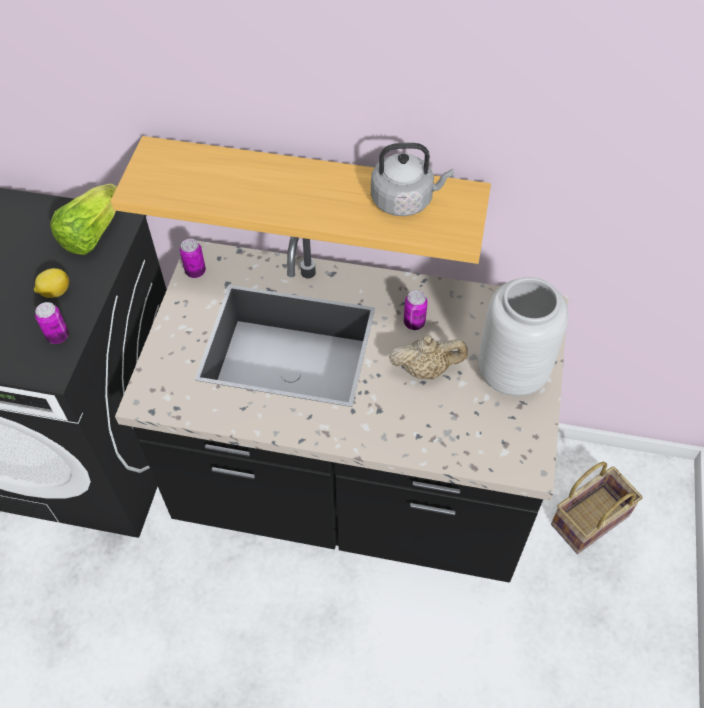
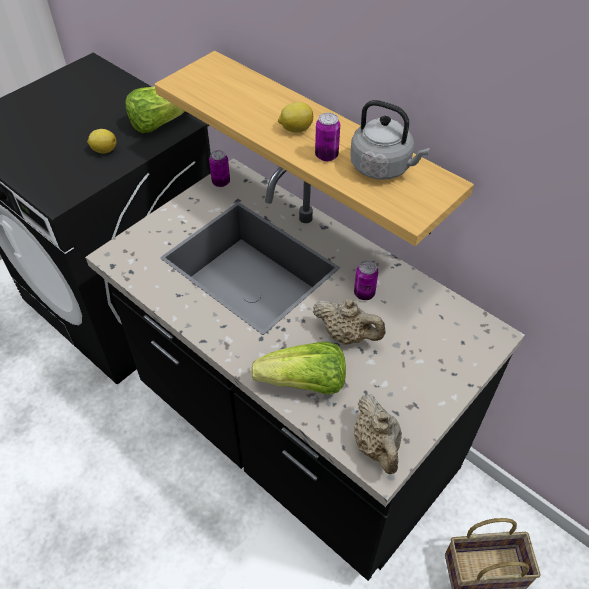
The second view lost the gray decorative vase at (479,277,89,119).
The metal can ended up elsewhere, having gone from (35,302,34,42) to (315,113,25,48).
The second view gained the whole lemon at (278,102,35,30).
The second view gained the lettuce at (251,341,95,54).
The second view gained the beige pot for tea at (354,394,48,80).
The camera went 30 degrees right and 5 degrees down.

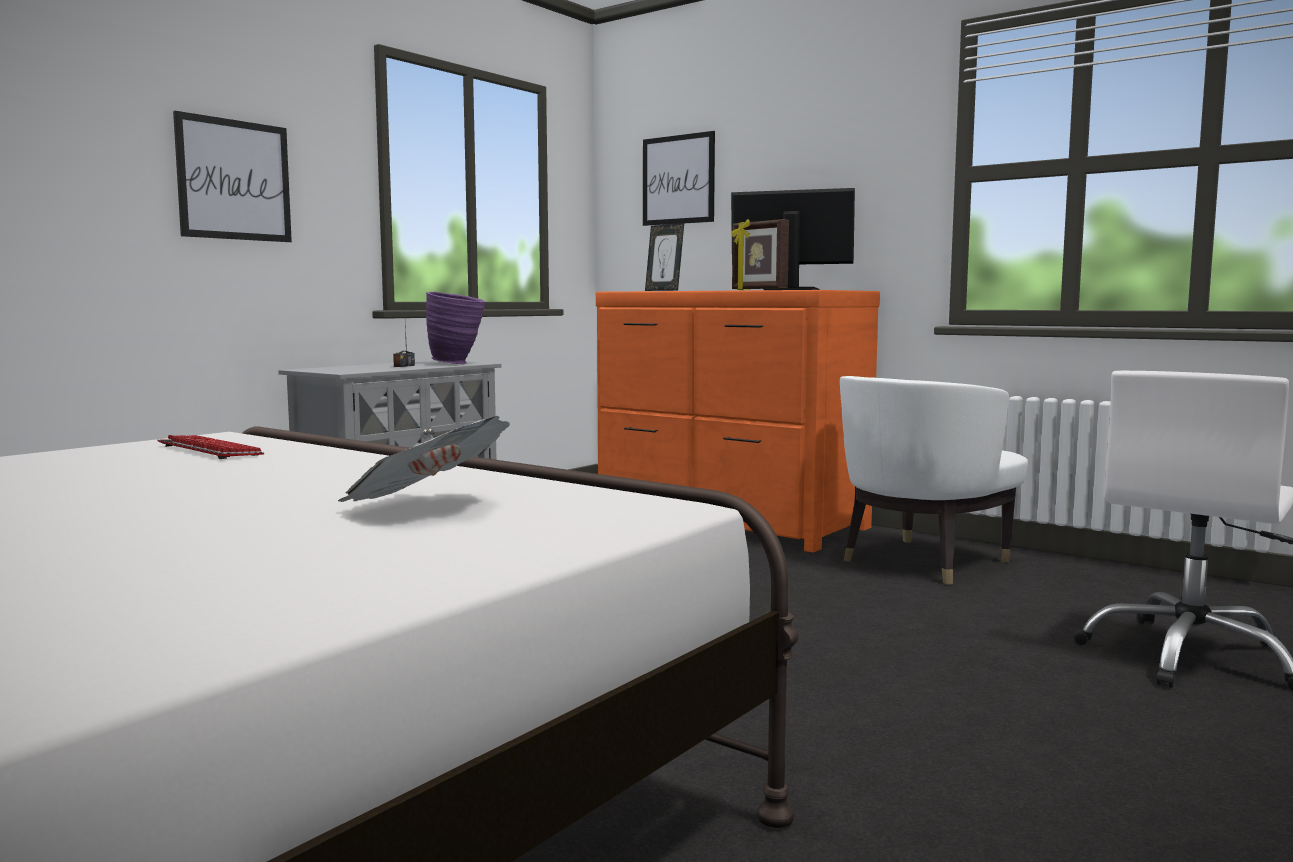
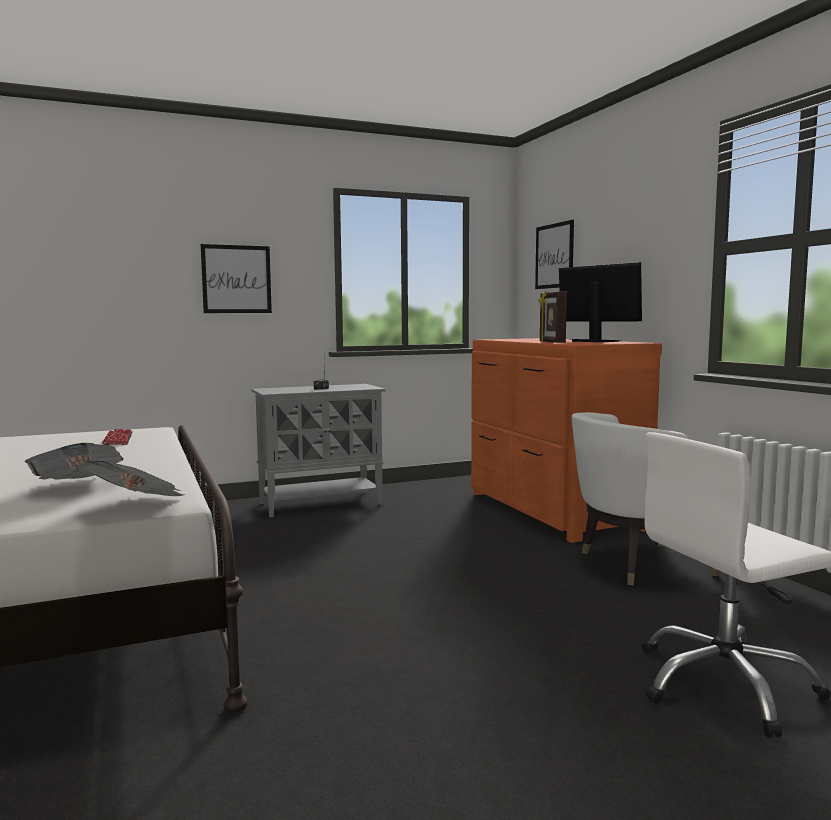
The second view lost the standing frame at (645,223,39,68).
The second view lost the purple-coloured decorative vase at (426,292,60,72).
The second view gained the daily paper at (74,461,110,35).
The camera went 30 degrees right and 0 degrees up.

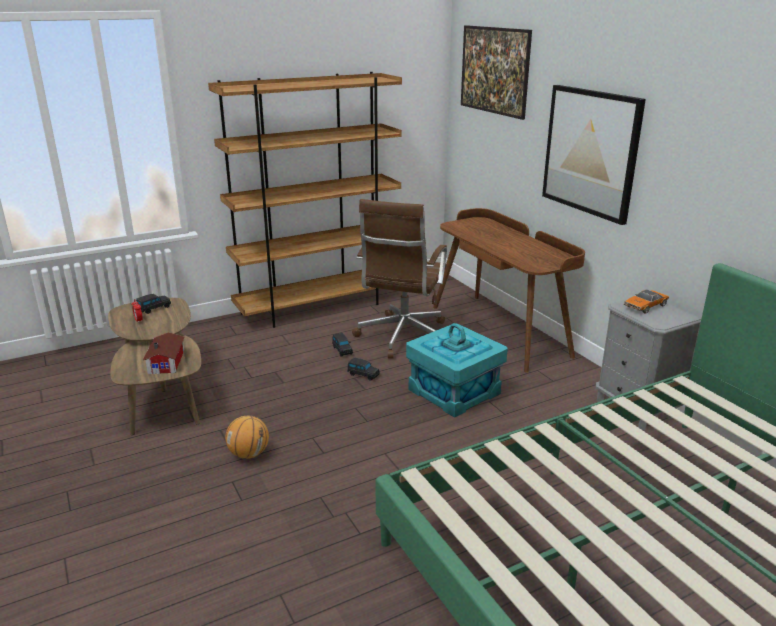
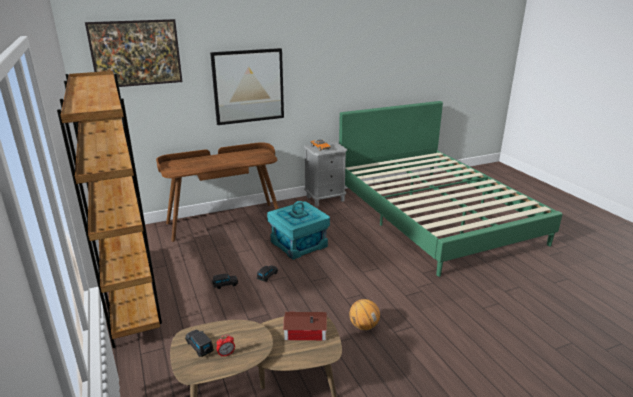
The second view lost the brown office chair at (352,199,95,160).
The camera went 85 degrees left and 0 degrees up.

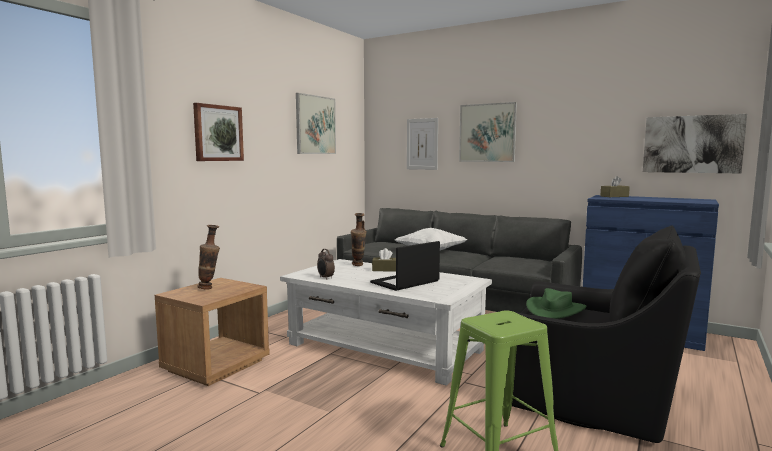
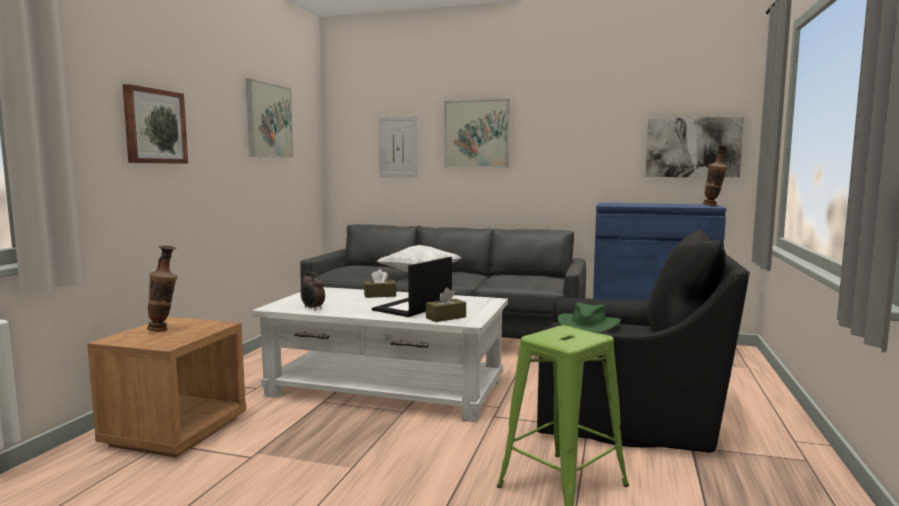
The brown box of tissues ended up elsewhere, having gone from (600,176,30,21) to (426,288,40,34).
The decorative vase ended up elsewhere, having gone from (351,213,16,53) to (703,144,26,62).
The camera went 15 degrees left and 0 degrees up.

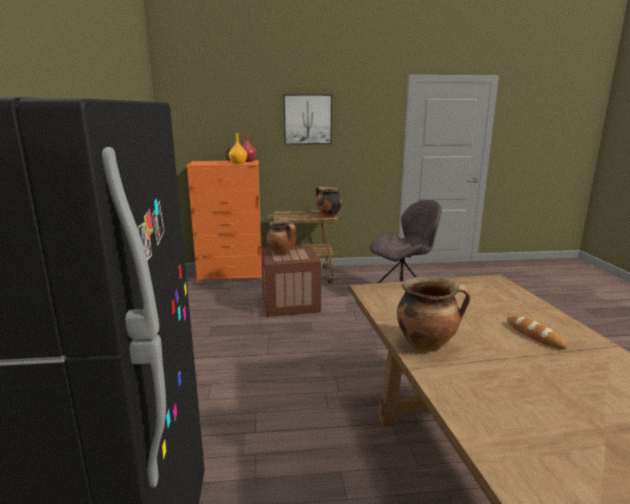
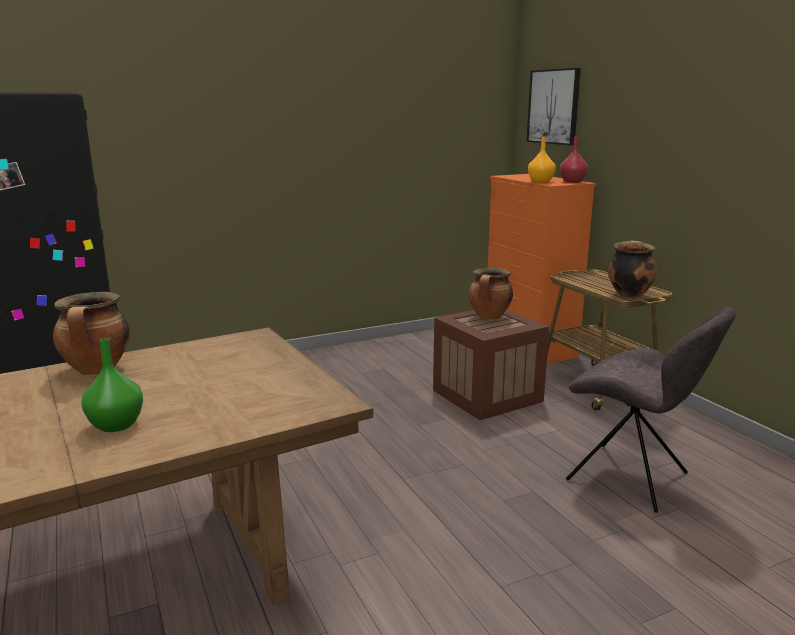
The picture ended up elsewhere, having gone from (284,94,48,51) to (527,68,54,77).
Where the bread stood at (507,316,60,33), the green decorative vase came to stand at (82,338,61,94).
The camera went 70 degrees right and 0 degrees up.

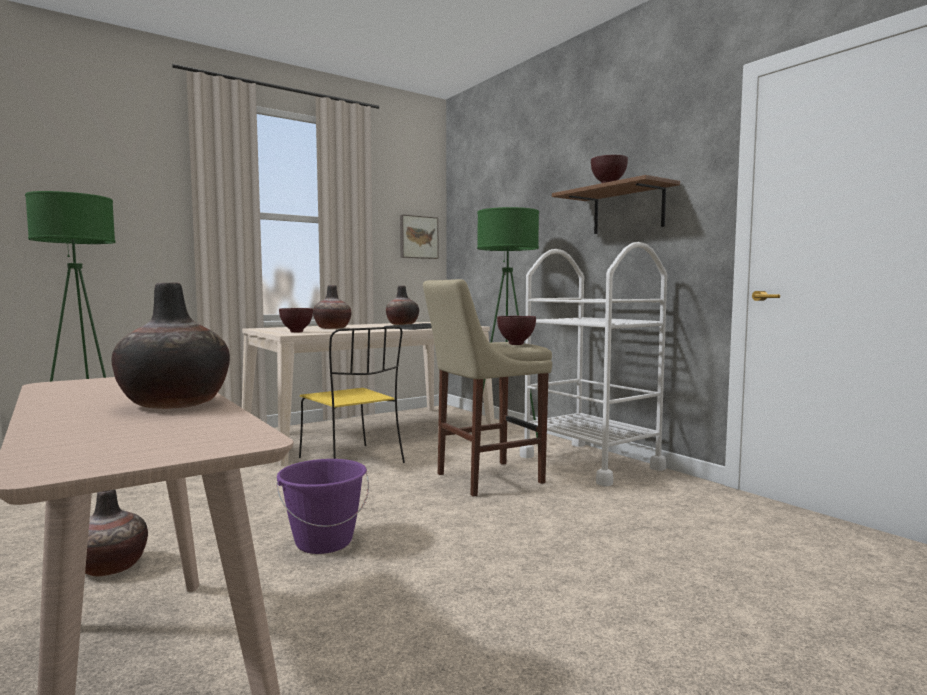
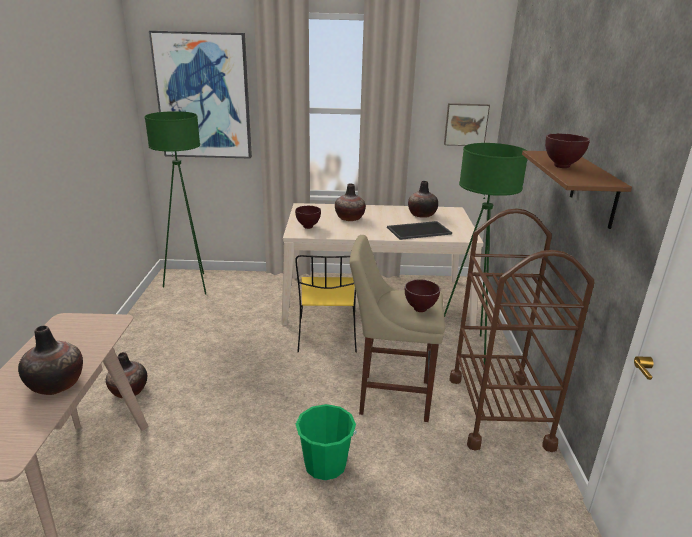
What was the whitish cart at (520,242,147,244) turned into the brown cart at (449,208,145,244).
The second view lost the purple-coloured water bucket at (276,459,93,95).
The second view gained the picture at (149,30,103,128).
The second view gained the green water bucket at (296,404,61,76).
The camera went 35 degrees right and 20 degrees up.

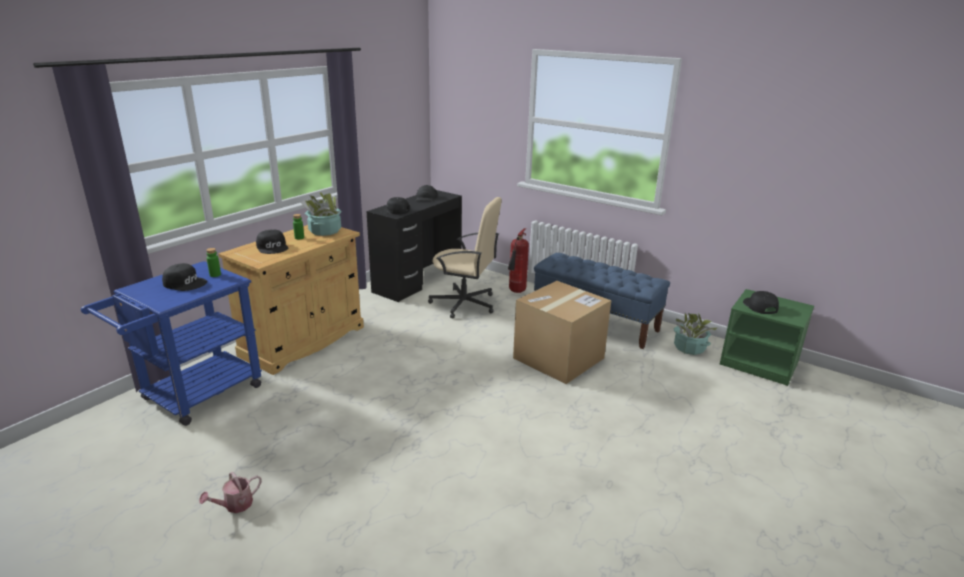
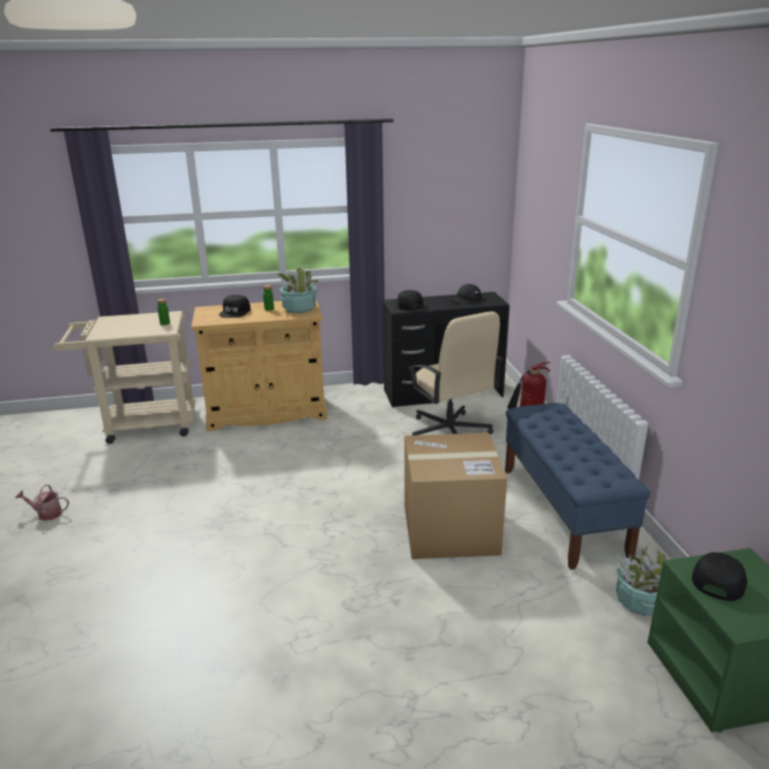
What was the blue cart at (81,261,181,165) turned into the beige cart at (53,311,143,133).
The second view lost the black-coloured cap at (162,263,45,28).
The camera went 45 degrees right and 0 degrees up.

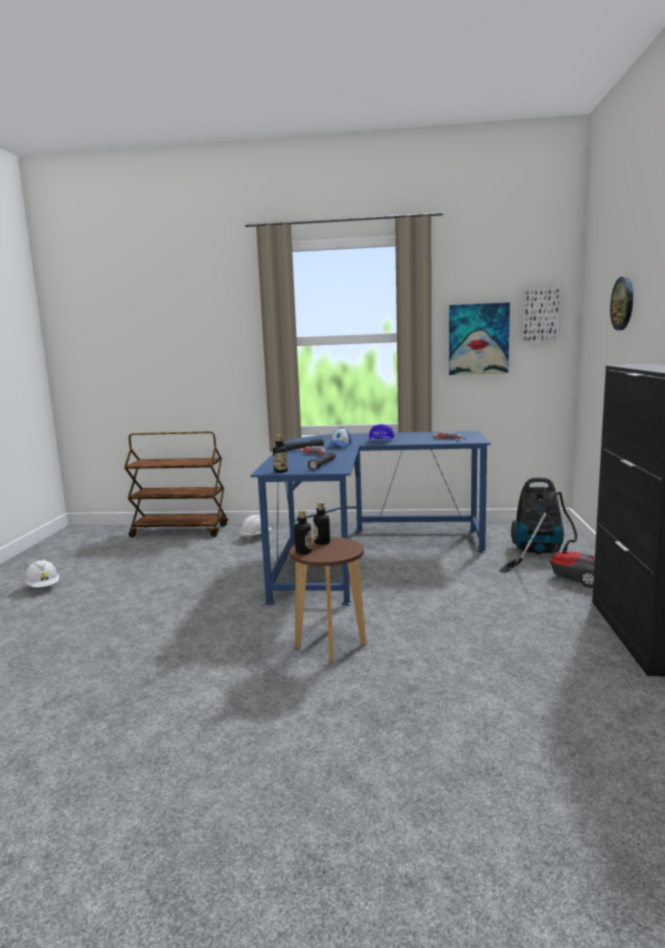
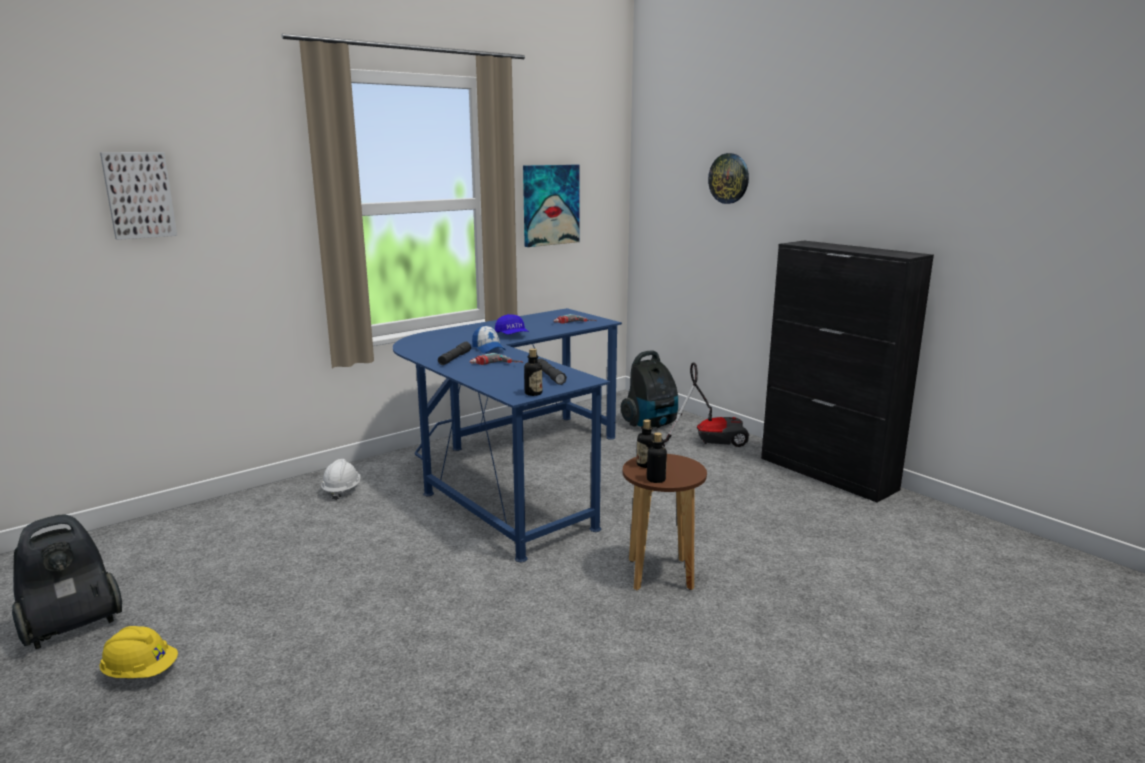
The picture ended up elsewhere, having gone from (522,288,39,55) to (100,152,77,88).
The second view lost the brown cart at (124,431,104,106).
What was the whitish safety helmet at (25,559,34,28) turned into the yellowish safety helmet at (99,626,79,52).
The second view gained the vacuum at (12,514,110,135).
The camera went 45 degrees left and 5 degrees up.

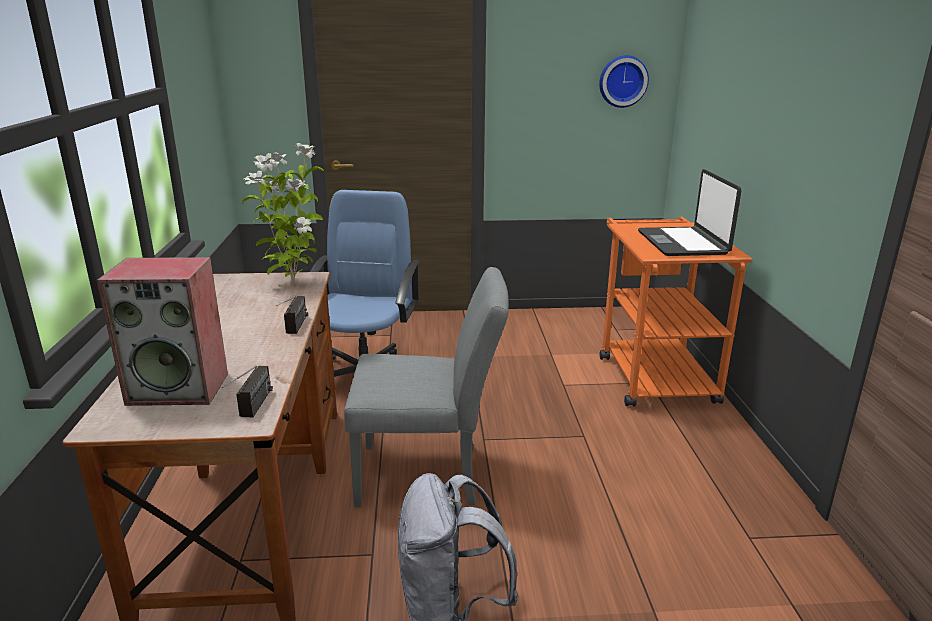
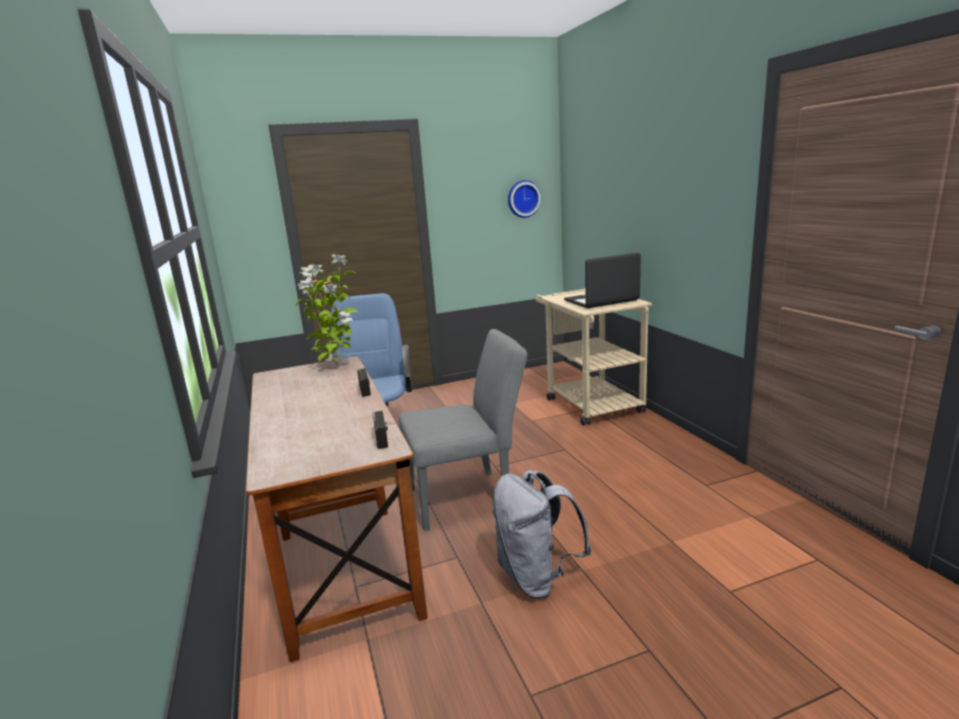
The laptop at (638,169,103,87) ended up facing another way, 90 degrees clockwise from before.
What was the orangey cart at (600,217,152,189) turned into the beige cart at (535,288,117,138).
The second view lost the speaker at (97,257,131,149).
The camera went 15 degrees left and 5 degrees down.

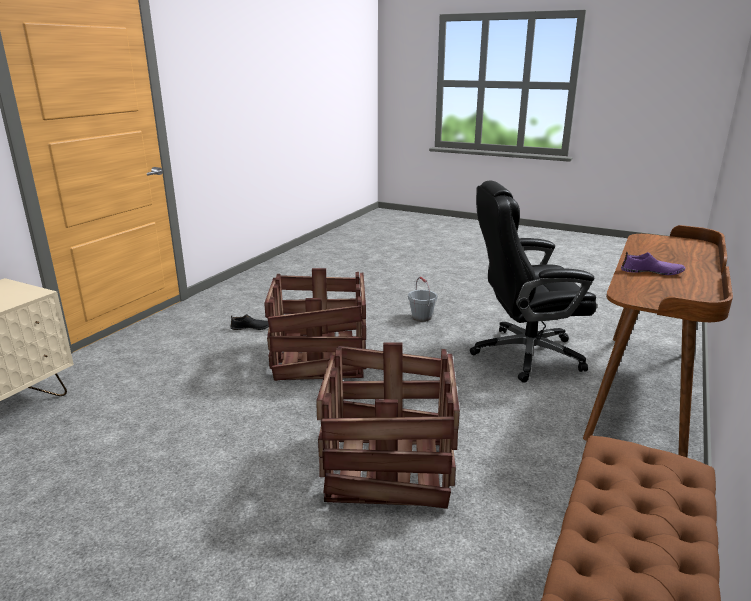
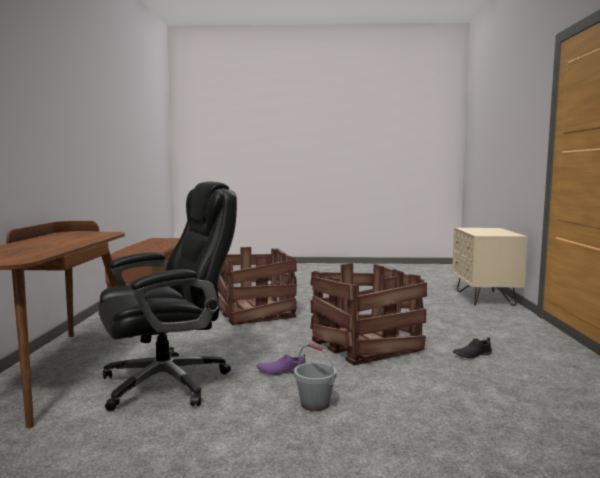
The purple-coloured low shoe ended up elsewhere, having gone from (621,252,64,23) to (257,354,49,21).
The camera went 155 degrees right and 15 degrees down.

